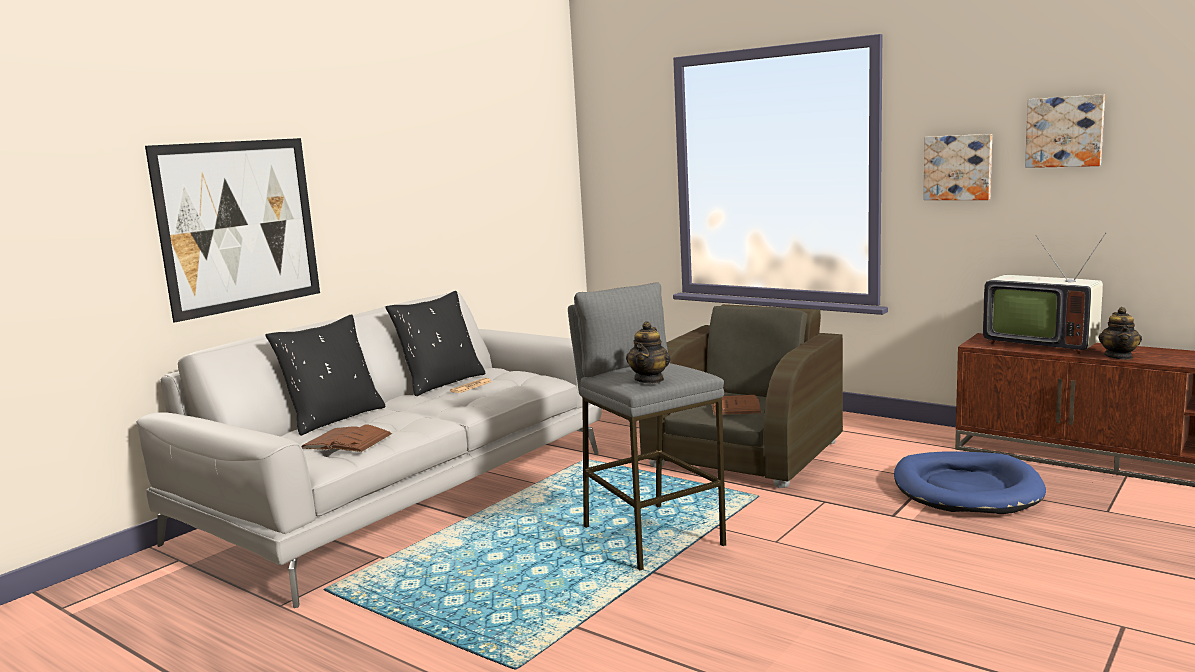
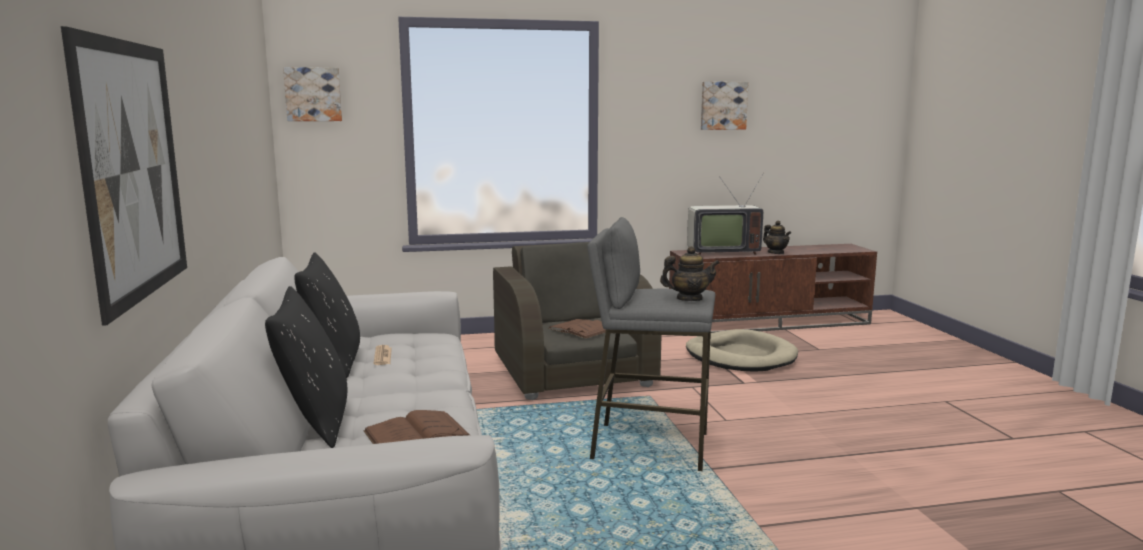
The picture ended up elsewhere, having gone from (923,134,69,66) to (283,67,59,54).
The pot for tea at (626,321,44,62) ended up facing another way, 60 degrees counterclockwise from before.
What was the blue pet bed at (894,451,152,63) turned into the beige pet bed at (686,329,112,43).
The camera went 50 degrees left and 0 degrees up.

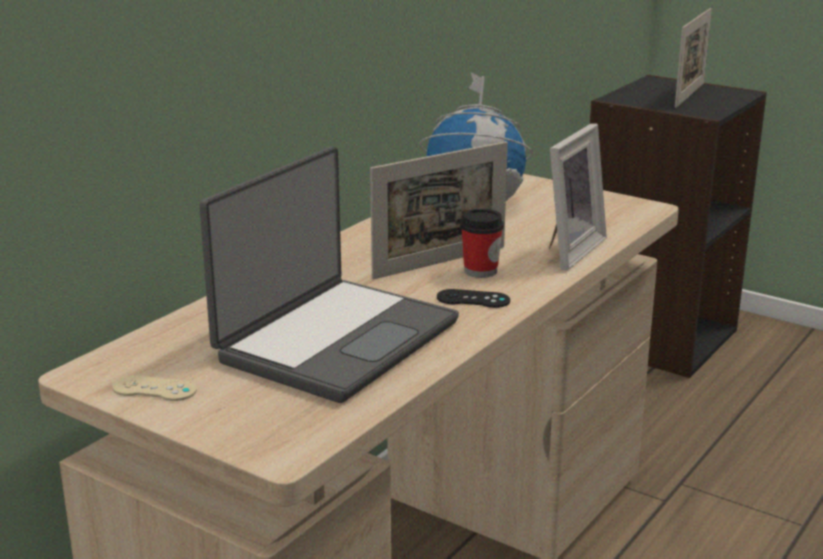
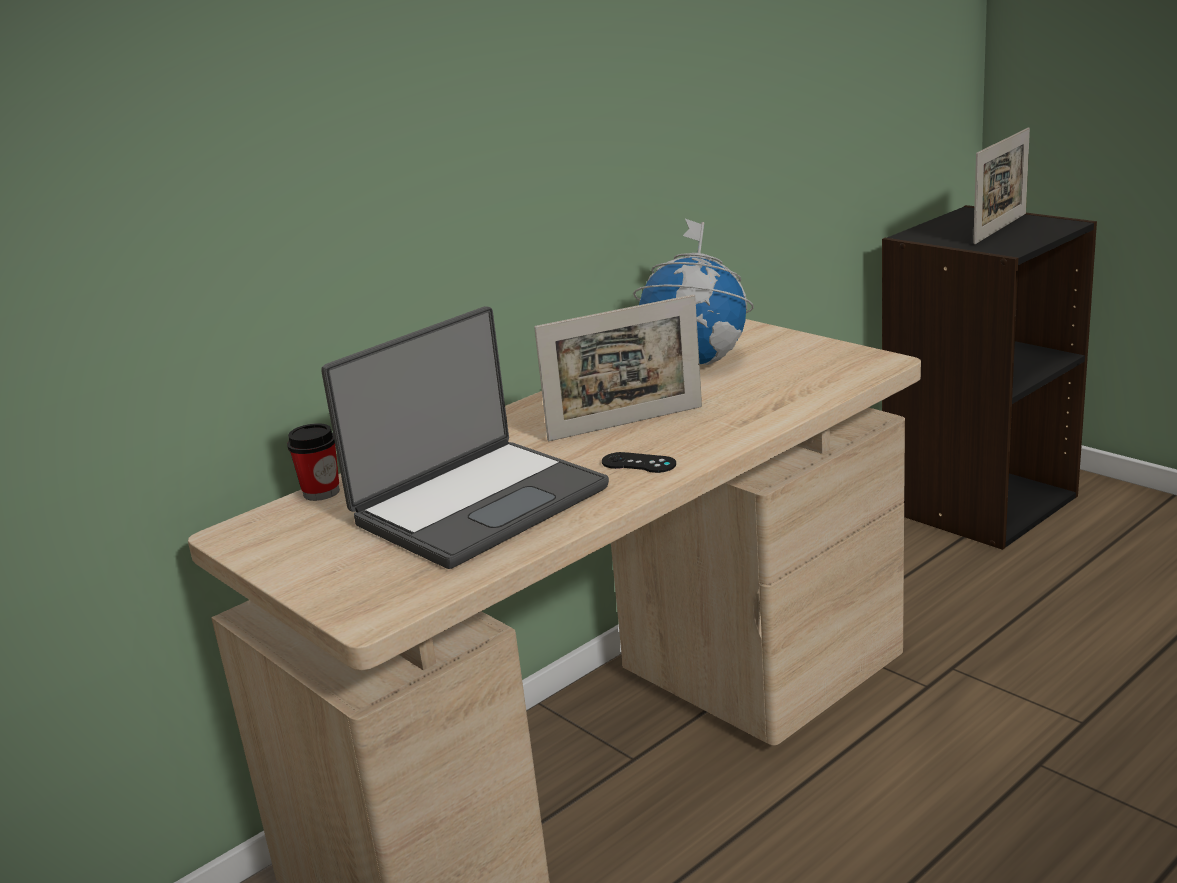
The second view lost the standing frame at (549,123,58,147).
The small cup ended up elsewhere, having gone from (460,209,44,69) to (287,423,53,78).
The second view lost the beige joypad at (112,375,85,26).
The camera went 15 degrees right and 0 degrees up.

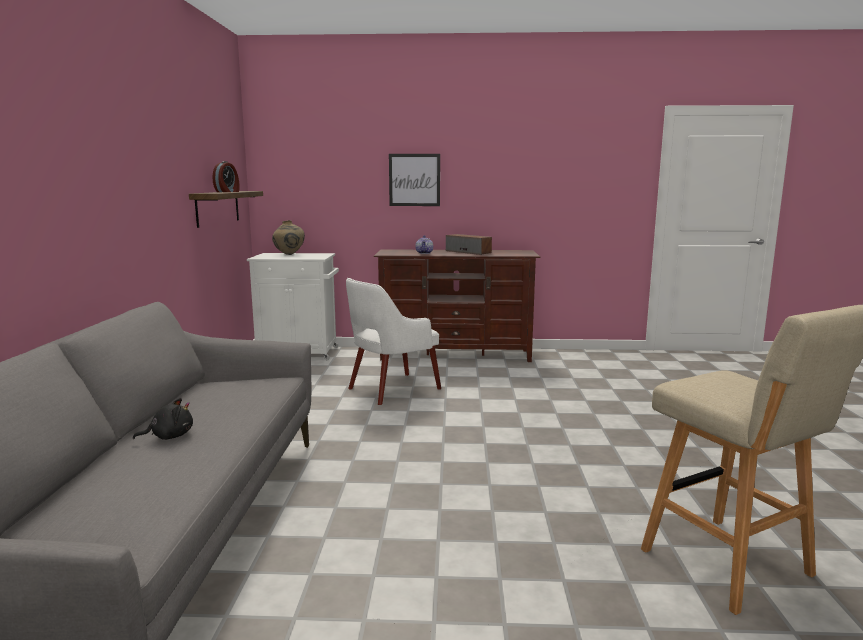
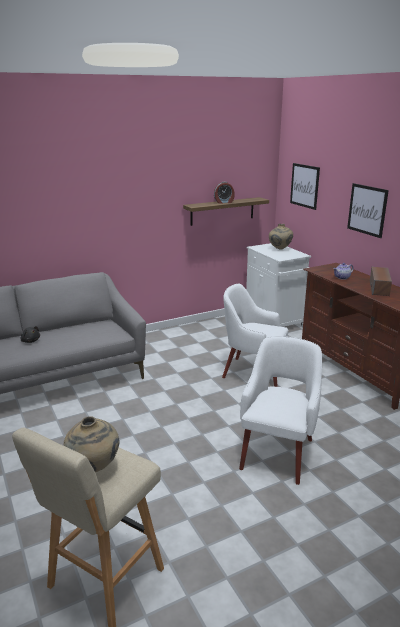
The second view gained the picture at (290,163,30,47).
The second view gained the whitish lounge chair at (239,336,83,149).
The second view gained the beige decorative vase at (63,416,56,56).
The camera went 60 degrees right and 10 degrees up.

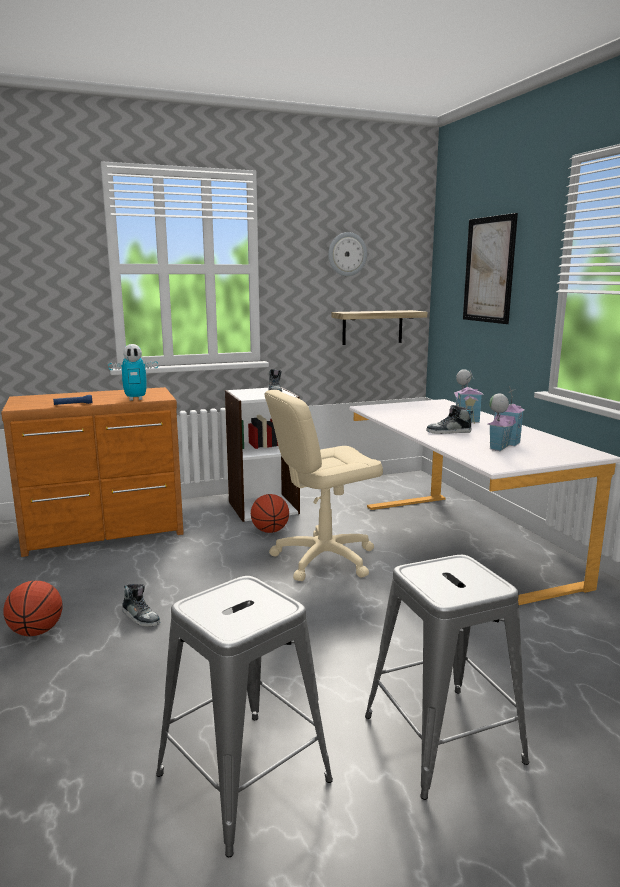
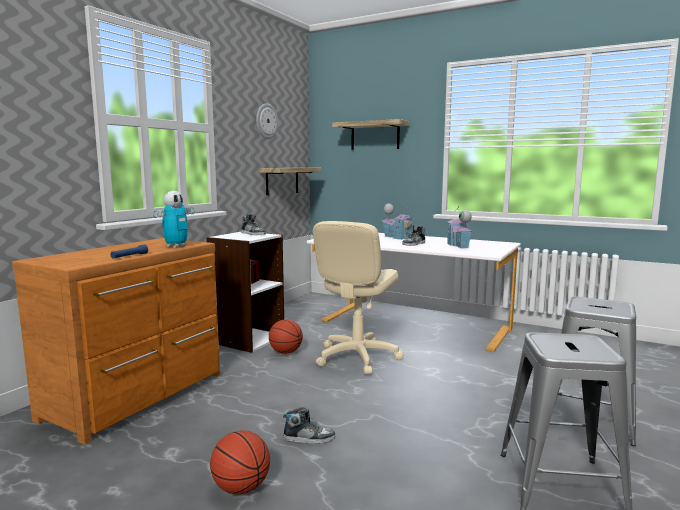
Where the picture hung at (463,213,55,111), the bracket shelf came to hang at (332,119,77,31).
The camera went 40 degrees left and 5 degrees down.

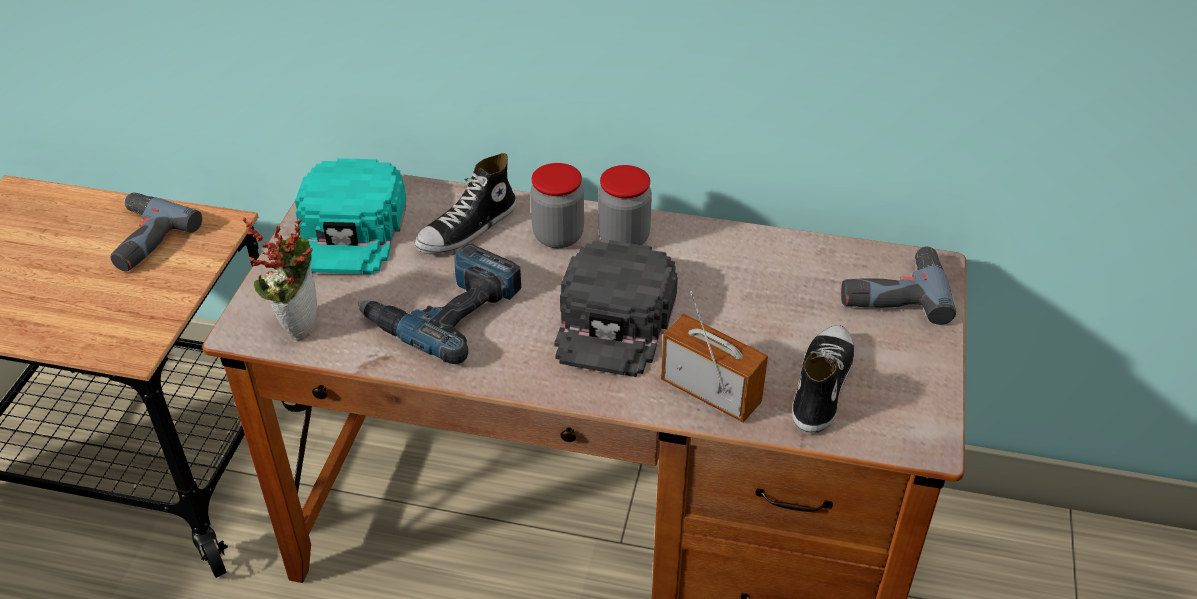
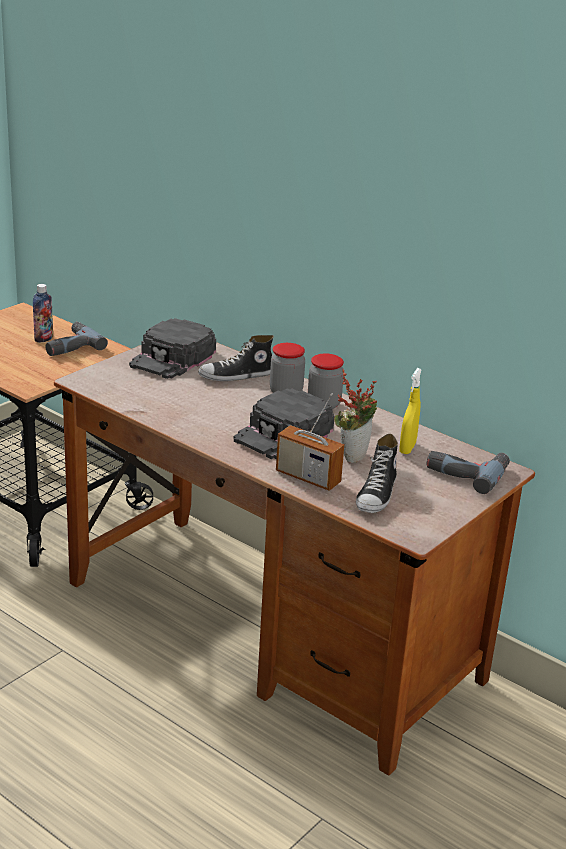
What was the turquoise-coloured cap at (295,158,112,117) turned into the black-coloured cap at (129,318,87,61).
The houseplant ended up elsewhere, having gone from (243,217,74,124) to (334,370,43,93).
The second view lost the drill at (358,243,163,121).
The radio at (661,291,107,132) ended up facing another way, 150 degrees clockwise from before.
The low shoe at (792,325,63,108) ended up facing another way, 150 degrees clockwise from before.
The second view gained the drink bottle at (33,284,20,59).
The second view gained the yellowish spray bottle at (399,368,23,86).
The camera went 25 degrees right and 15 degrees down.

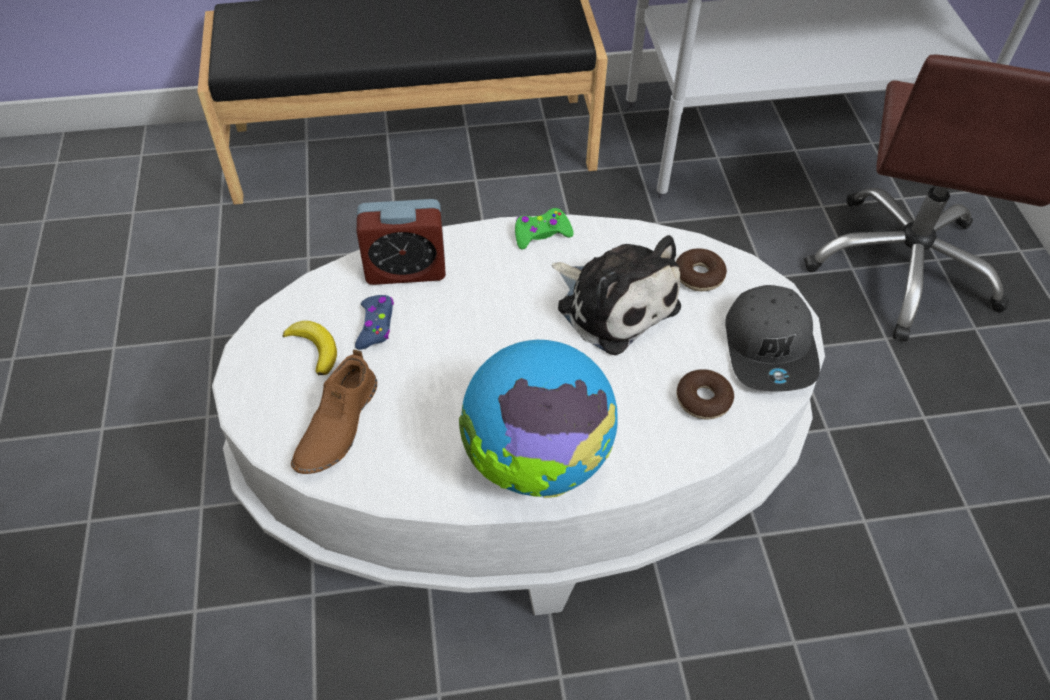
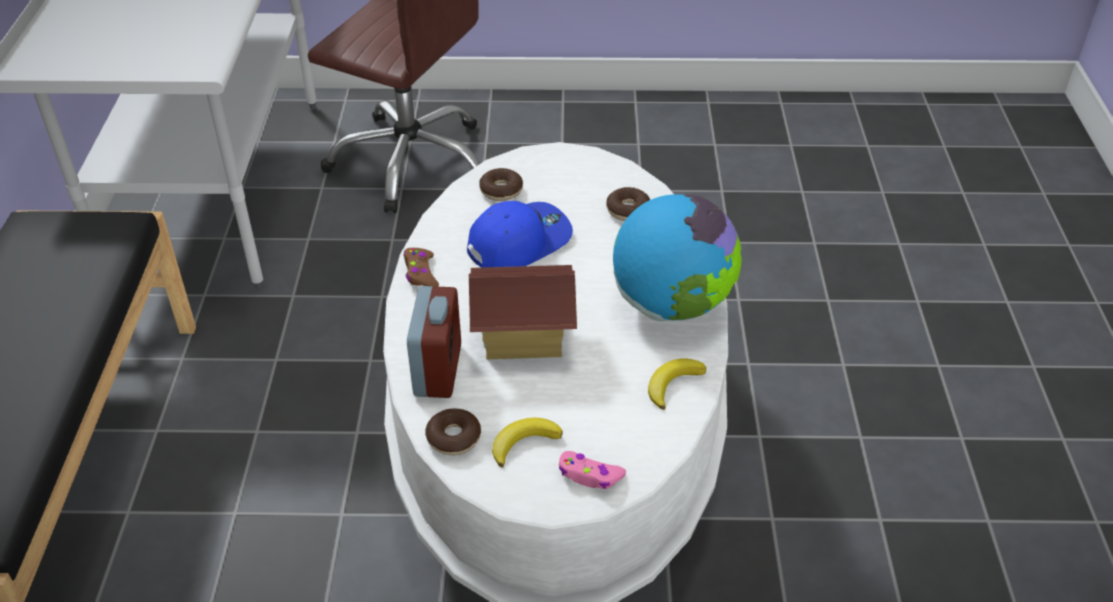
What was the green joypad at (515,208,59,42) turned into the brown joypad at (404,248,35,39).
Where the soft toy stood at (552,235,129,120), the blue cap came to stand at (467,201,106,67).
The second view lost the gray cap at (725,285,95,106).
The second view lost the blue joypad at (355,295,39,55).
The second view lost the brown low shoe at (291,350,86,124).
The second view gained the toy house at (469,265,108,94).
The second view gained the whole banana at (648,358,58,52).
The second view gained the doughnut at (425,408,56,48).
The second view gained the pink joypad at (559,451,67,38).
The camera went 80 degrees left and 10 degrees down.

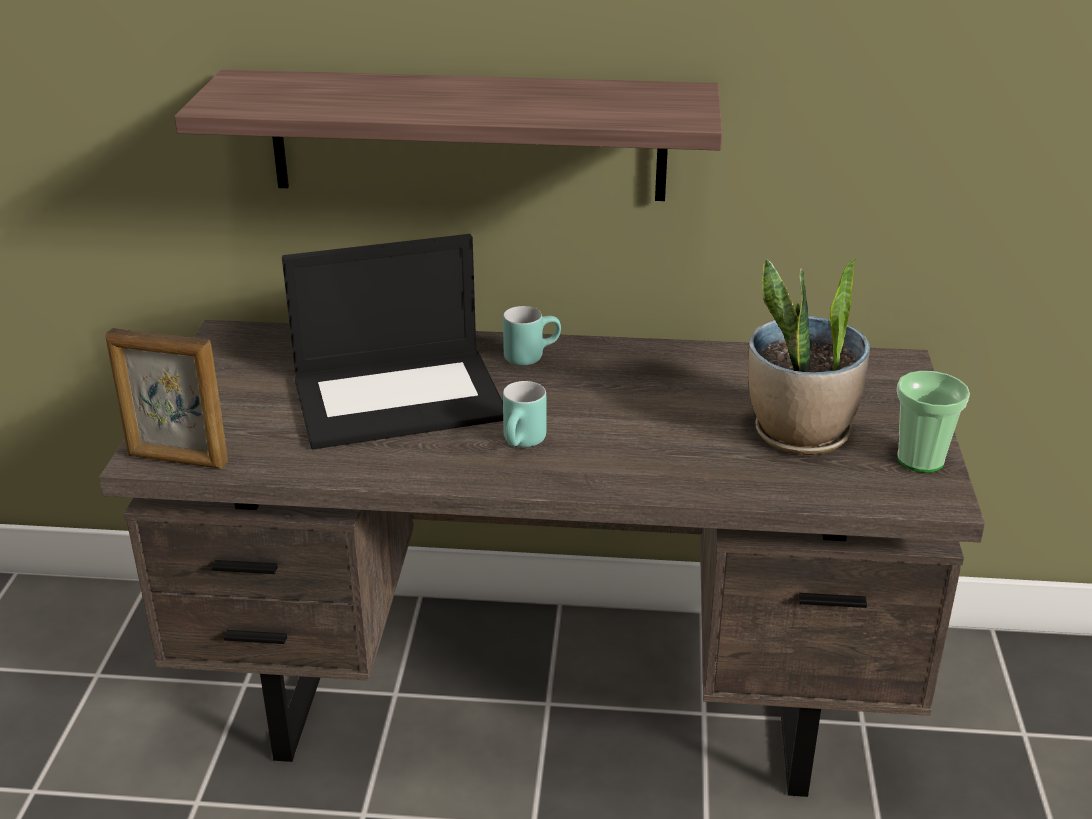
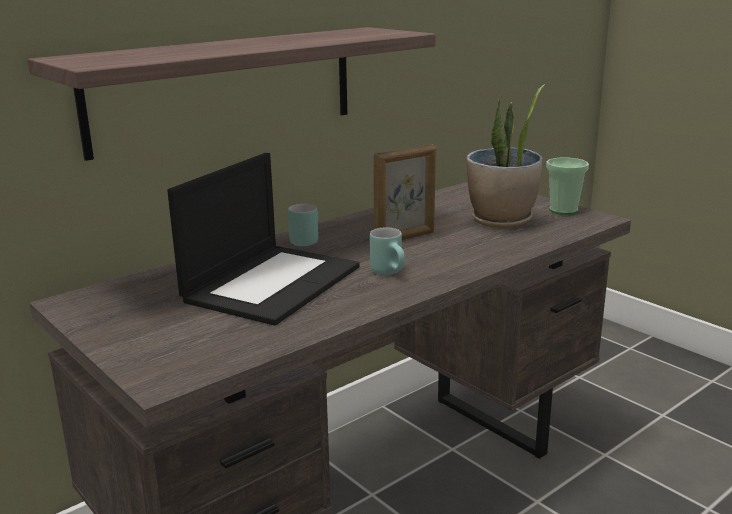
The standing frame ended up elsewhere, having gone from (105,328,123,141) to (374,144,62,96).
The camera went 45 degrees left and 10 degrees down.

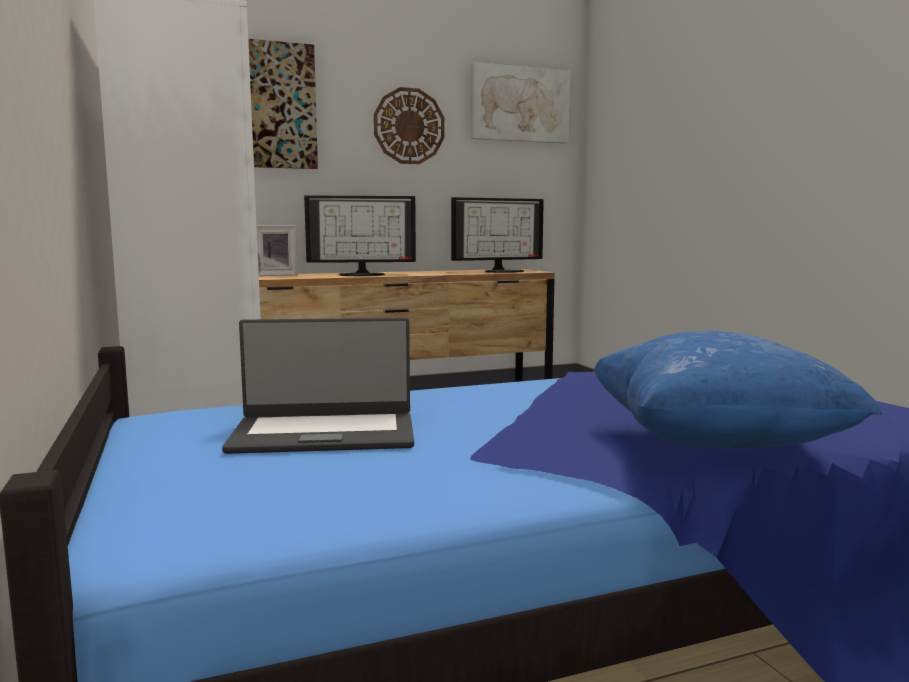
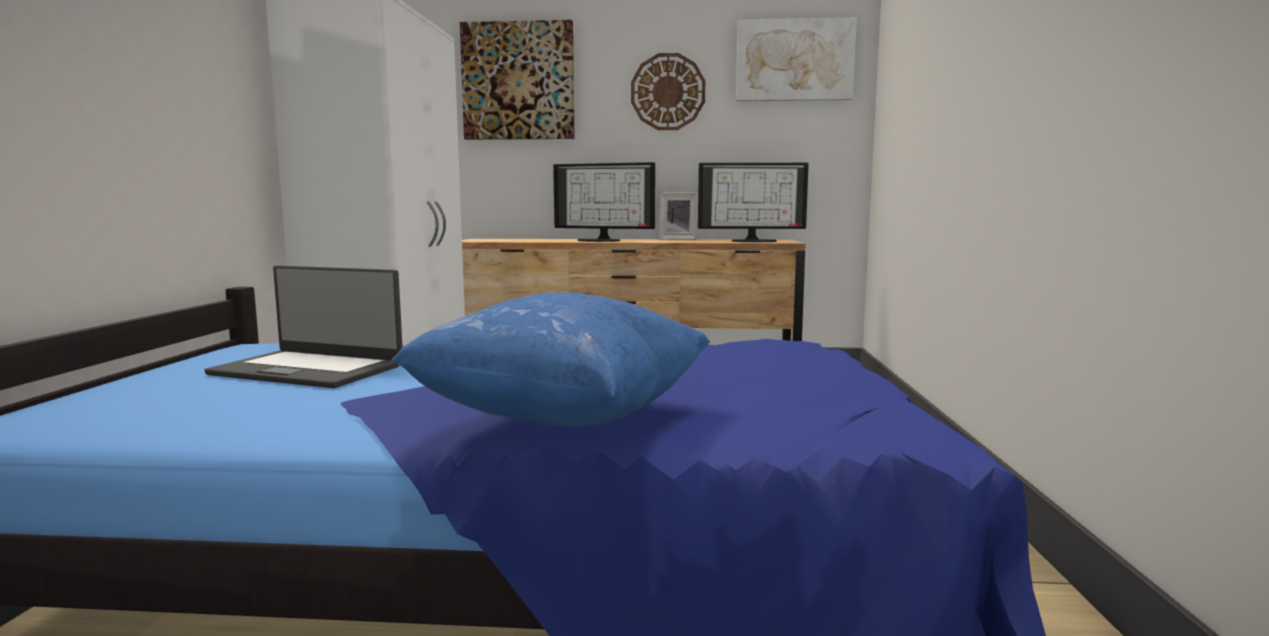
The standing frame ended up elsewhere, having gone from (257,225,40,51) to (659,193,39,47).
The camera went 25 degrees right and 0 degrees up.

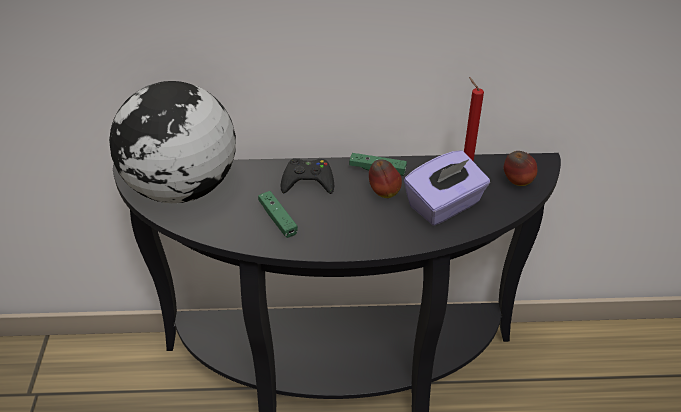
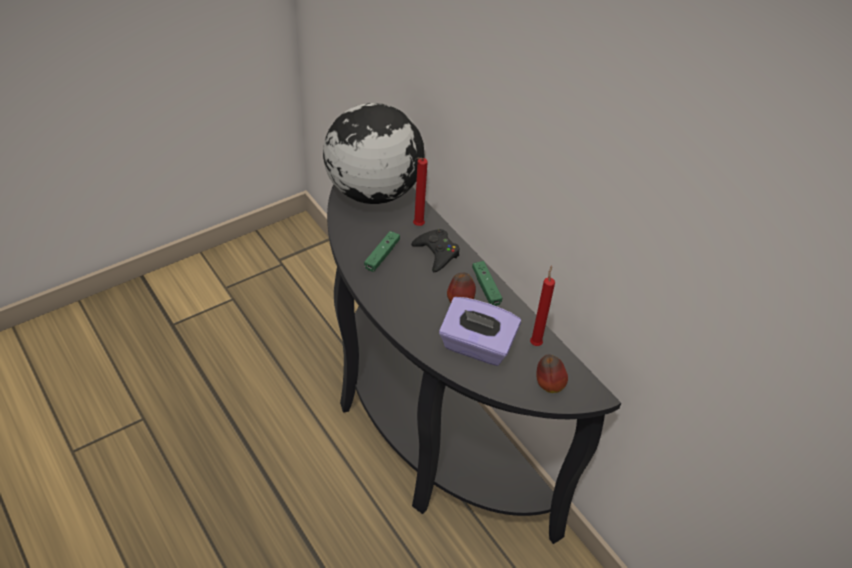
The second view gained the red-coloured wax light at (413,158,15,68).
The camera went 55 degrees right and 5 degrees up.

